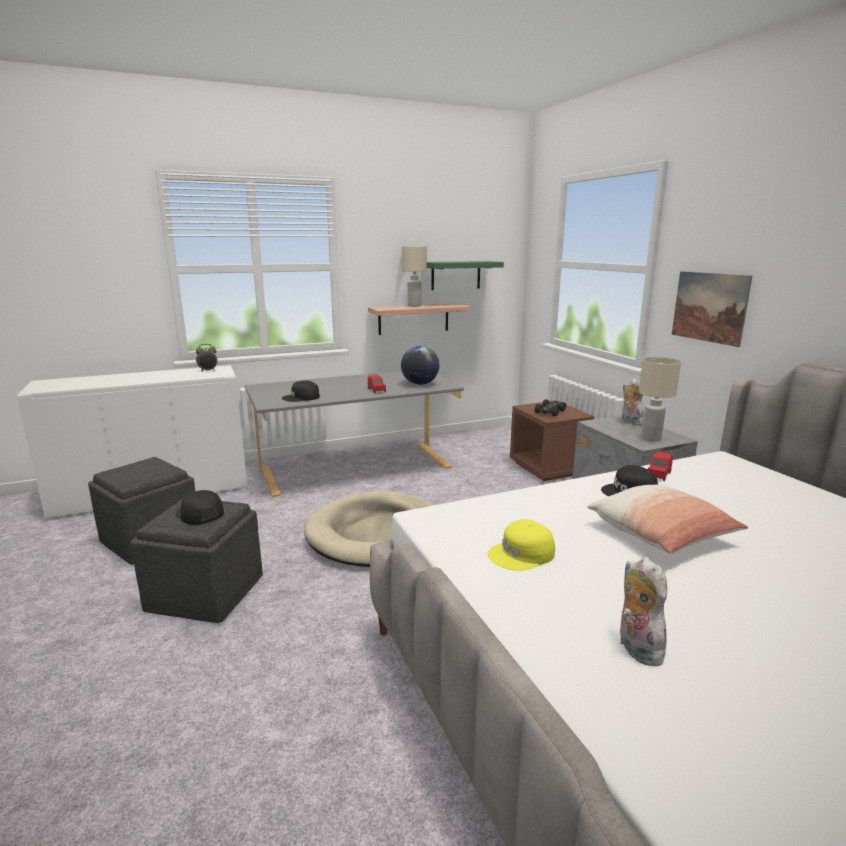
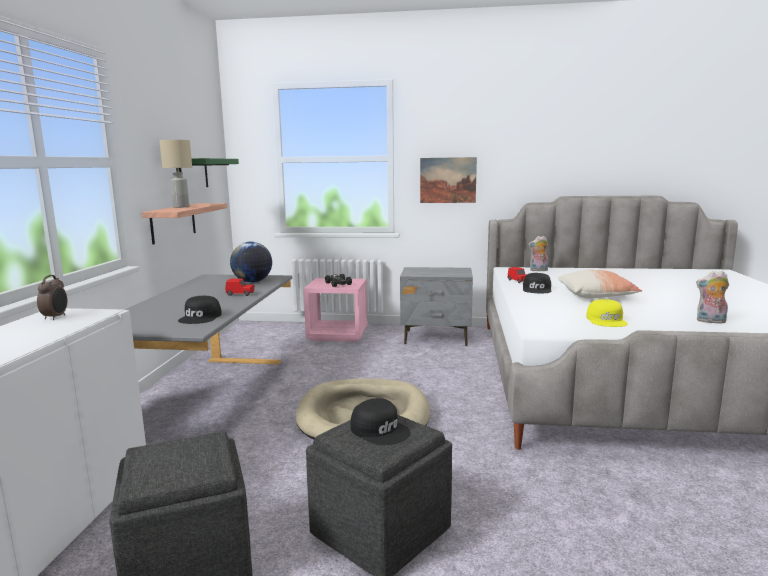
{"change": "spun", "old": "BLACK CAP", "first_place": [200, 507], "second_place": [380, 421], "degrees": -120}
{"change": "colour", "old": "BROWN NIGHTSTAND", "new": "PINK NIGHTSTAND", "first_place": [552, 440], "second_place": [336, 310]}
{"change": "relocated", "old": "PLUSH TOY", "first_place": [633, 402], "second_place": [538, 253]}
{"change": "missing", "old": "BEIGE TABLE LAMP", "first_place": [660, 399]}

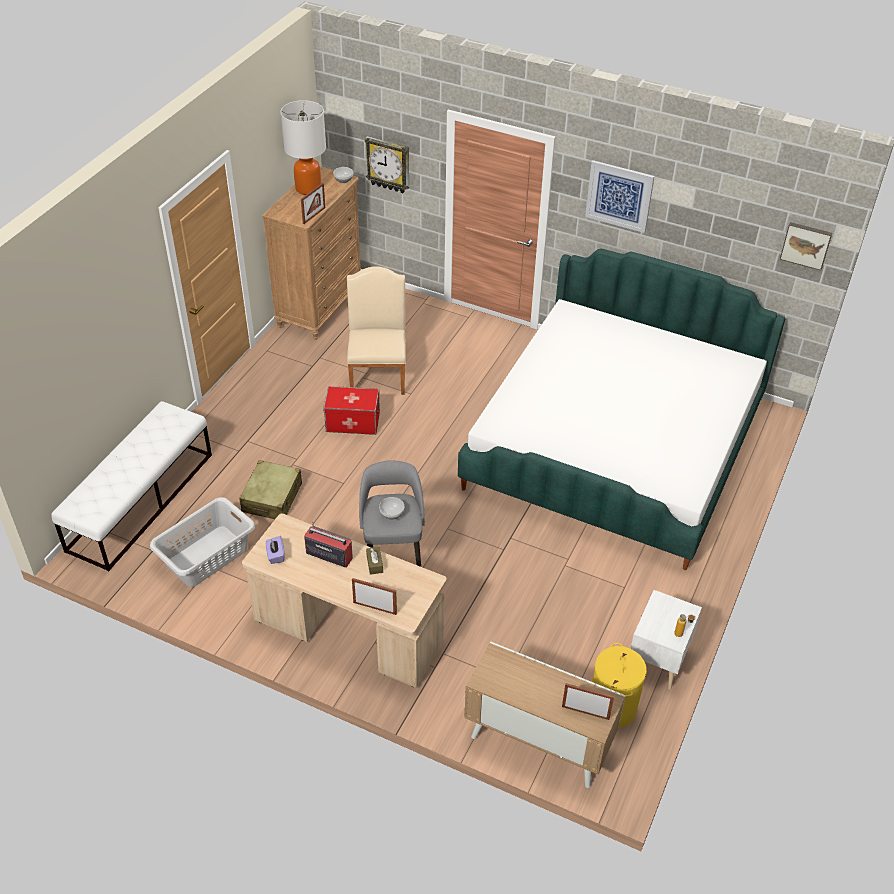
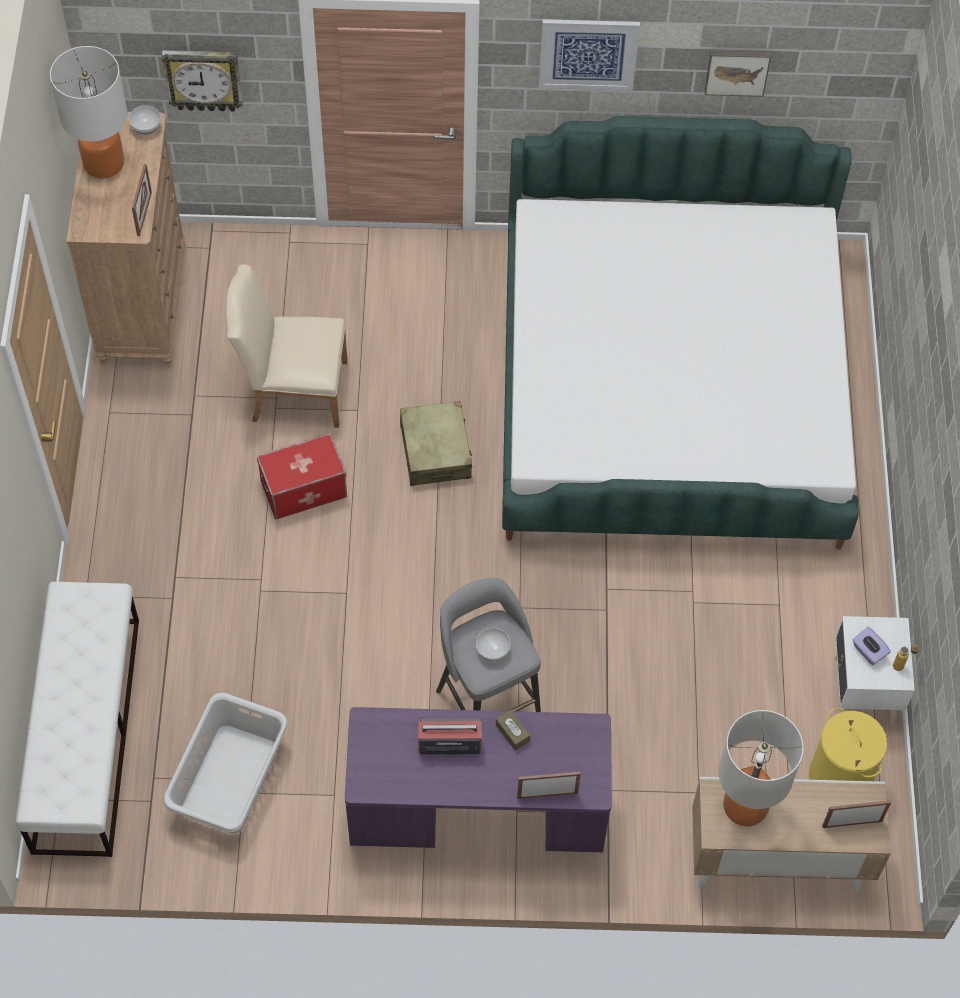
{"change": "relocated", "old": "BEIGE SUITCASE", "first_place": [270, 489], "second_place": [436, 443]}
{"change": "colour", "old": "BEIGE DESK", "new": "PURPLE DESK", "first_place": [344, 600], "second_place": [478, 779]}
{"change": "relocated", "old": "PURPLE TISSUE BOX", "first_place": [275, 550], "second_place": [872, 646]}
{"change": "spun", "old": "BEIGE CHAIR", "first_place": [376, 330], "second_place": [287, 346], "degrees": -60}
{"change": "relocated", "old": "PICTURE", "first_place": [806, 246], "second_place": [738, 73]}
{"change": "appeared", "new": "TABLE LAMP", "second_place": [761, 768]}

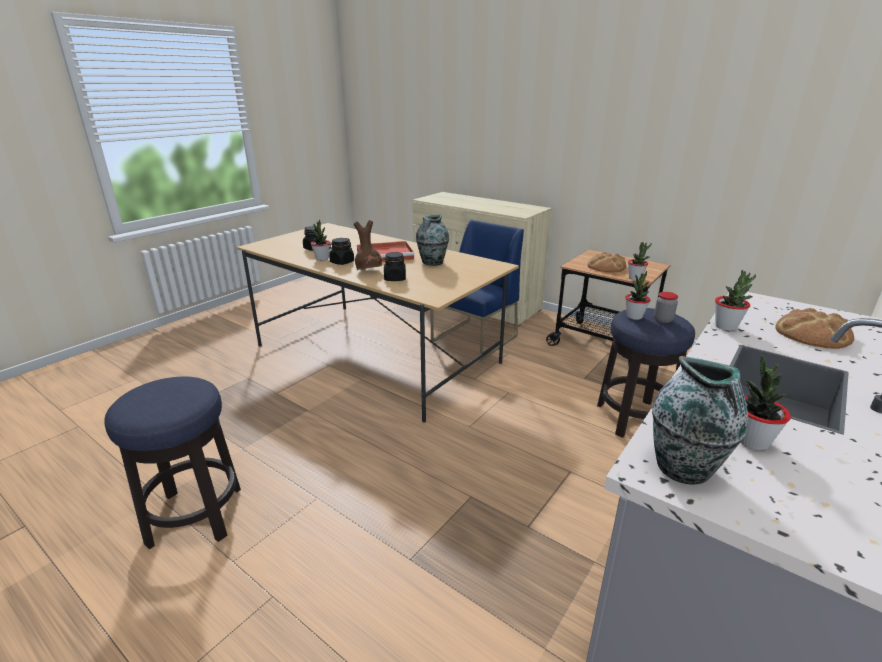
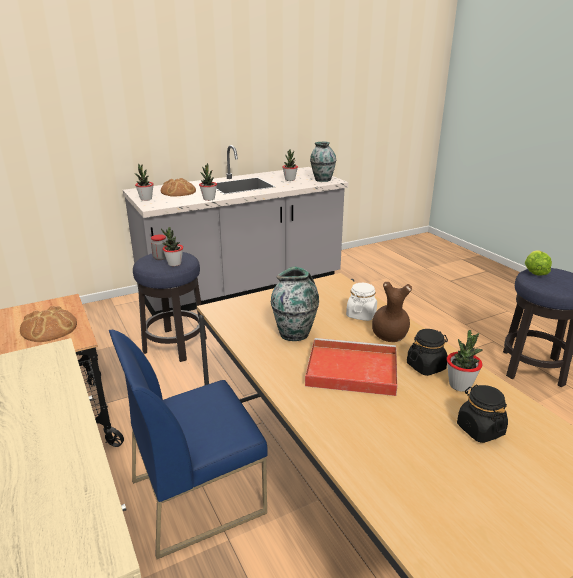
{"change": "colour", "old": "BLACK JAR", "new": "WHITE JAR", "first_place": [395, 266], "second_place": [361, 302]}
{"change": "relocated", "old": "POTTED PLANT", "first_place": [640, 261], "second_place": [144, 182]}
{"change": "appeared", "new": "LETTUCE", "second_place": [538, 263]}

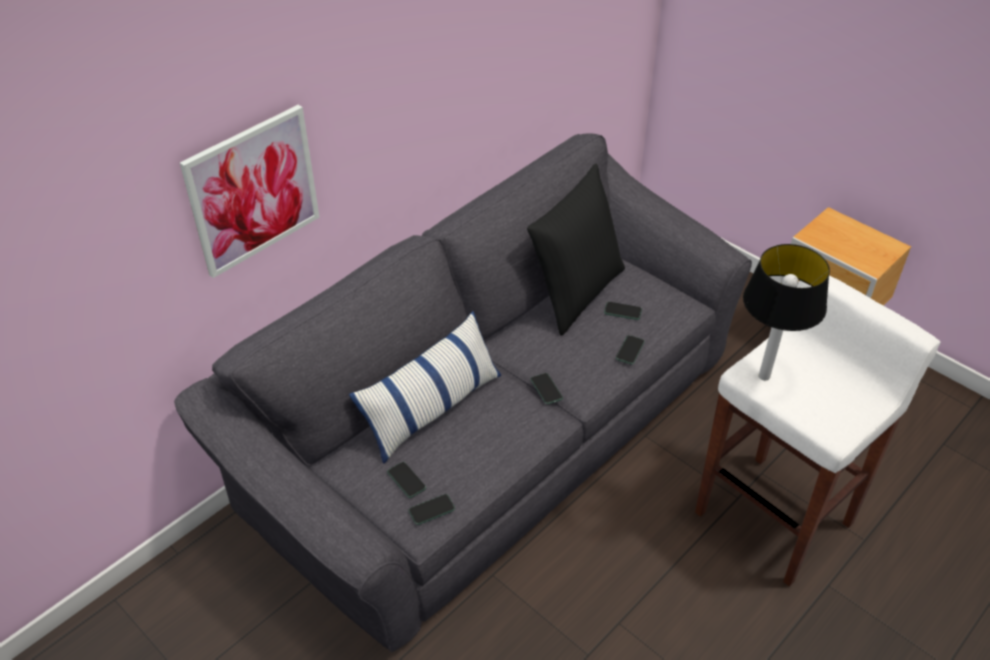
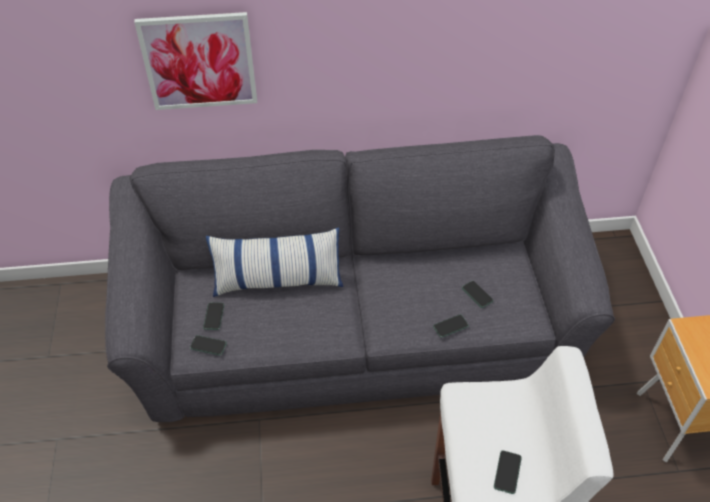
{"change": "missing", "old": "BLACK PILLOW", "first_place": [576, 249]}
{"change": "relocated", "old": "PHONE", "first_place": [547, 388], "second_place": [508, 472]}
{"change": "missing", "old": "TABLE LAMP", "first_place": [786, 312]}

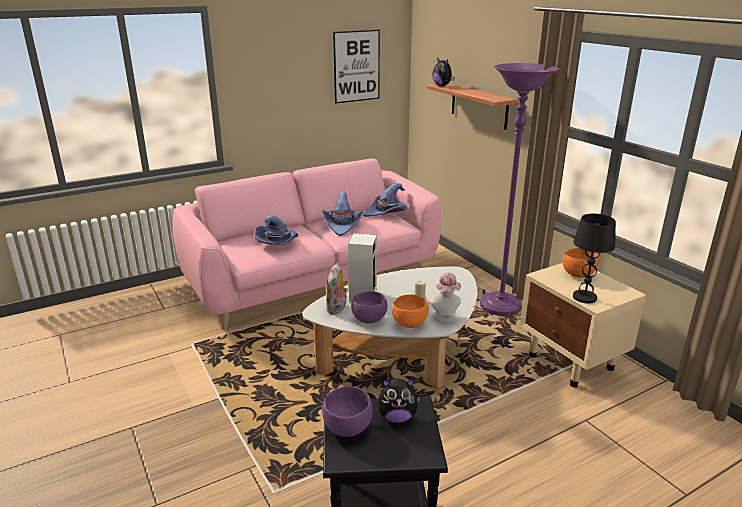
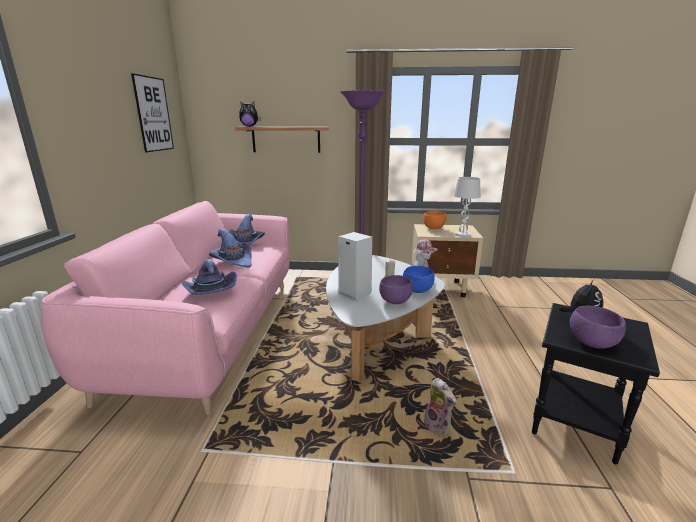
{"change": "relocated", "old": "PLUSH TOY", "first_place": [337, 289], "second_place": [440, 407]}
{"change": "colour", "old": "ORANGE BOWL", "new": "BLUE BOWL", "first_place": [410, 311], "second_place": [419, 279]}
{"change": "colour", "old": "BLACK TABLE LAMP", "new": "WHITE TABLE LAMP", "first_place": [594, 259], "second_place": [467, 207]}

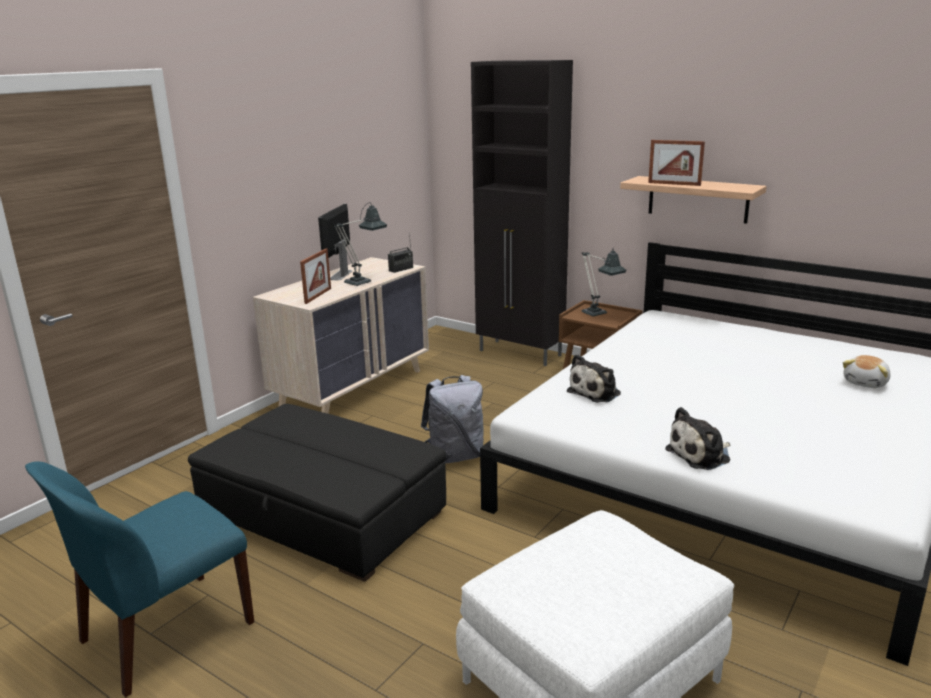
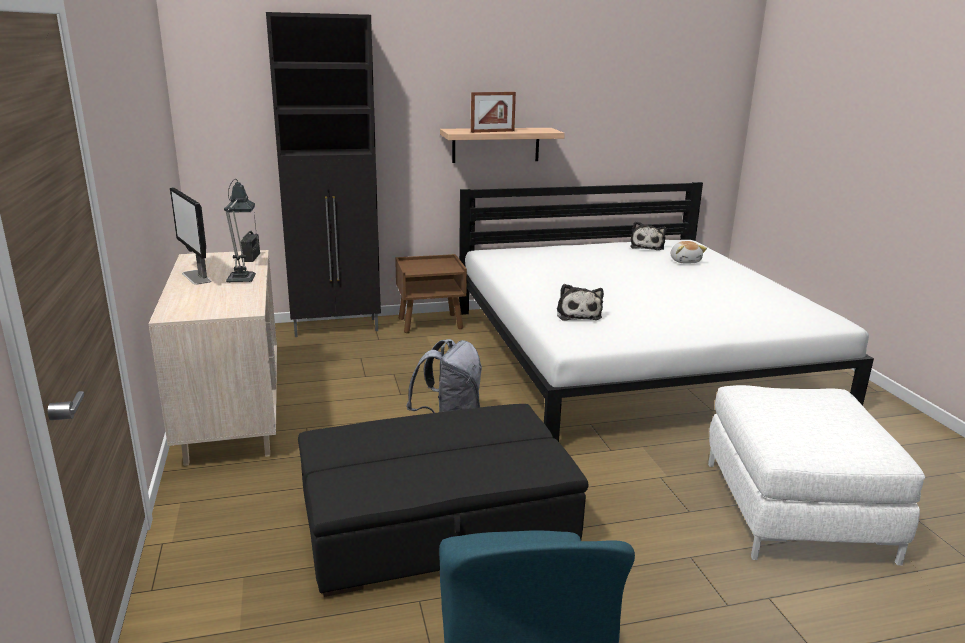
{"change": "missing", "old": "PICTURE FRAME", "first_place": [315, 276]}
{"change": "missing", "old": "TABLE LAMP", "first_place": [603, 282]}
{"change": "relocated", "old": "PLUSH TOY", "first_place": [698, 438], "second_place": [648, 235]}

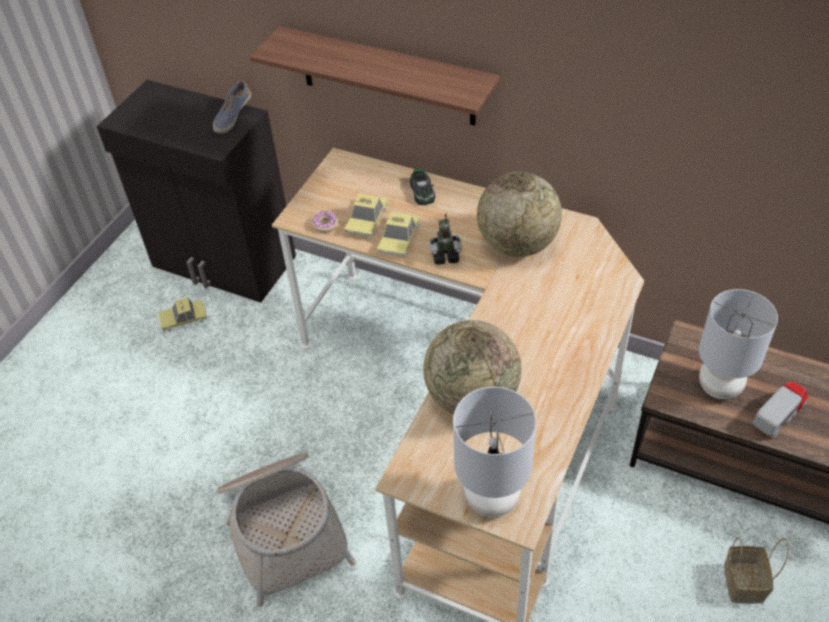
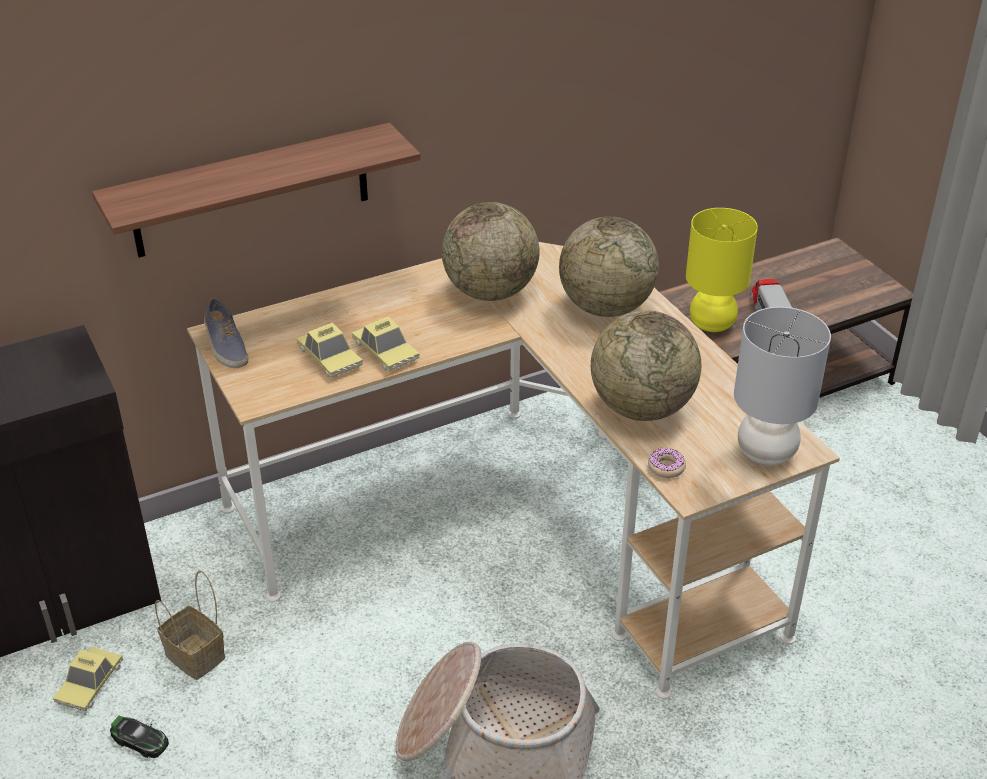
{"change": "relocated", "old": "SHOE", "first_place": [232, 106], "second_place": [226, 332]}
{"change": "relocated", "old": "DONUT", "first_place": [325, 222], "second_place": [667, 463]}
{"change": "relocated", "old": "TOY CAR", "first_place": [422, 187], "second_place": [139, 737]}
{"change": "missing", "old": "TOY ROBOT", "first_place": [445, 239]}
{"change": "colour", "old": "GREY TABLE LAMP", "new": "YELLOW TABLE LAMP", "first_place": [738, 344], "second_place": [722, 270]}
{"change": "relocated", "old": "BASKET", "first_place": [756, 570], "second_place": [190, 625]}
{"change": "appeared", "new": "GLOBE", "second_place": [609, 267]}

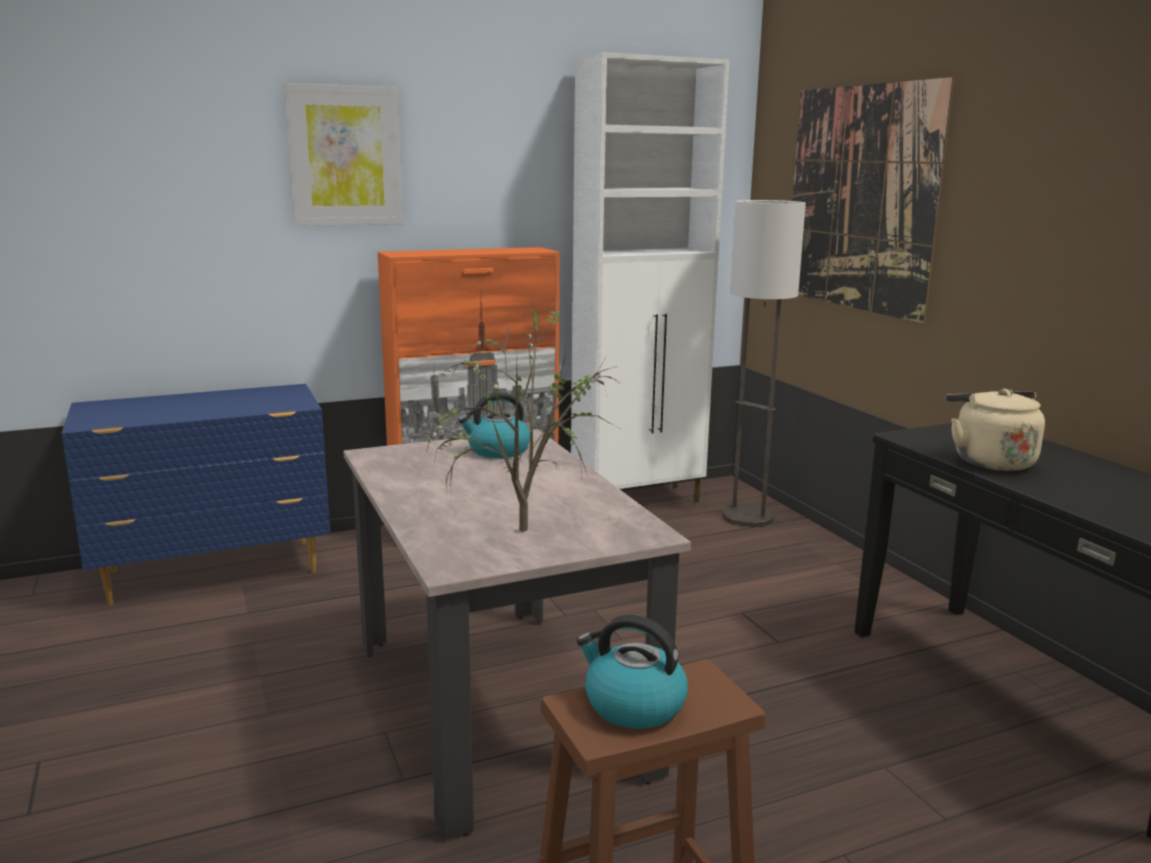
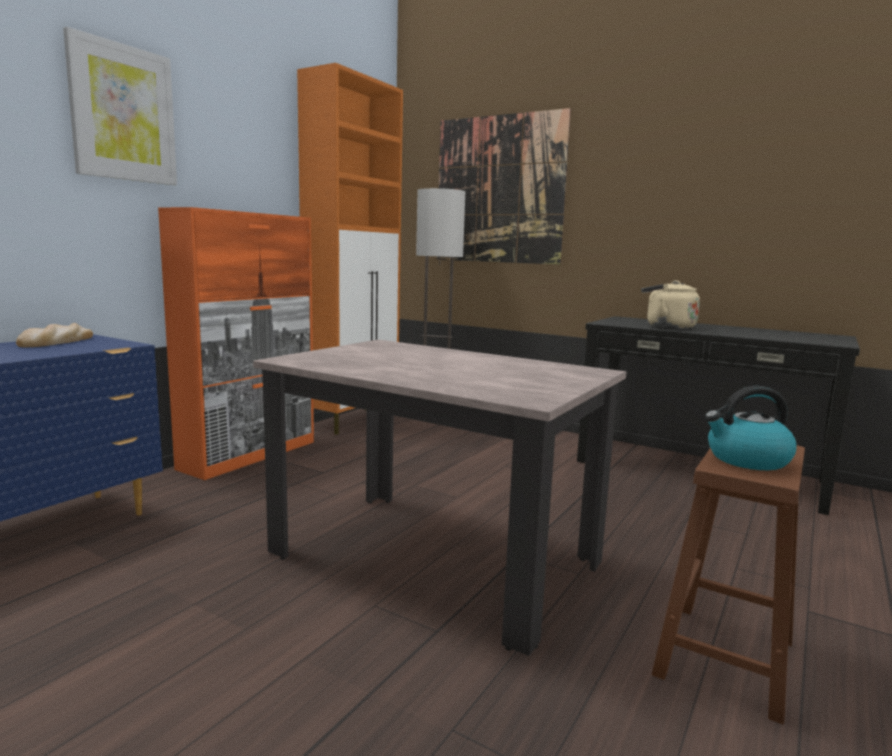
{"change": "missing", "old": "POTTED PLANT", "first_place": [522, 416]}
{"change": "missing", "old": "KETTLE", "first_place": [494, 425]}
{"change": "colour", "old": "WHITE CABINET", "new": "ORANGE CABINET", "first_place": [650, 277], "second_place": [350, 249]}
{"change": "appeared", "new": "BREAD", "second_place": [54, 335]}

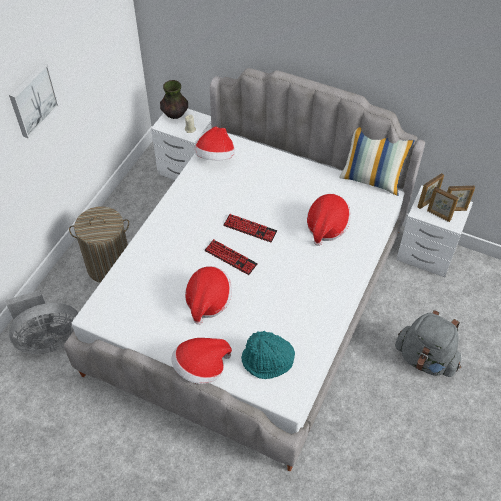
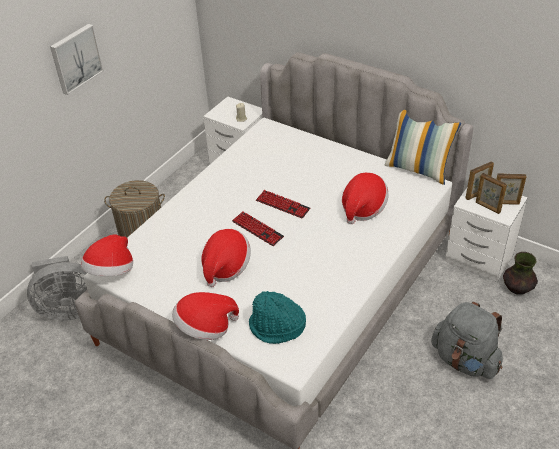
{"change": "relocated", "old": "VASE", "first_place": [174, 99], "second_place": [520, 273]}
{"change": "relocated", "old": "HAT", "first_place": [214, 143], "second_place": [107, 255]}

